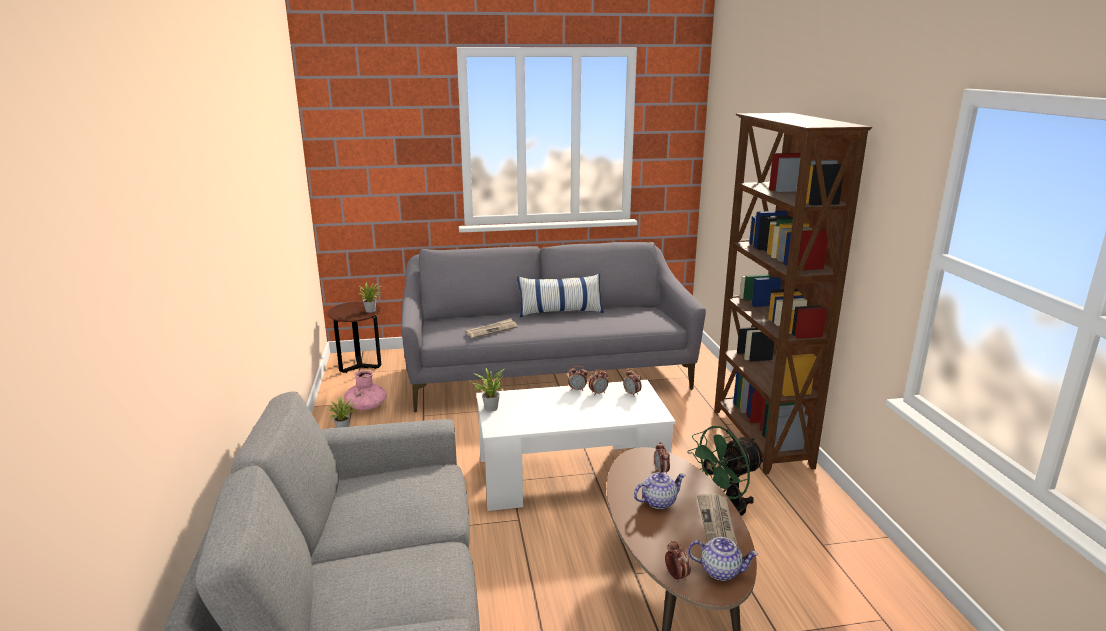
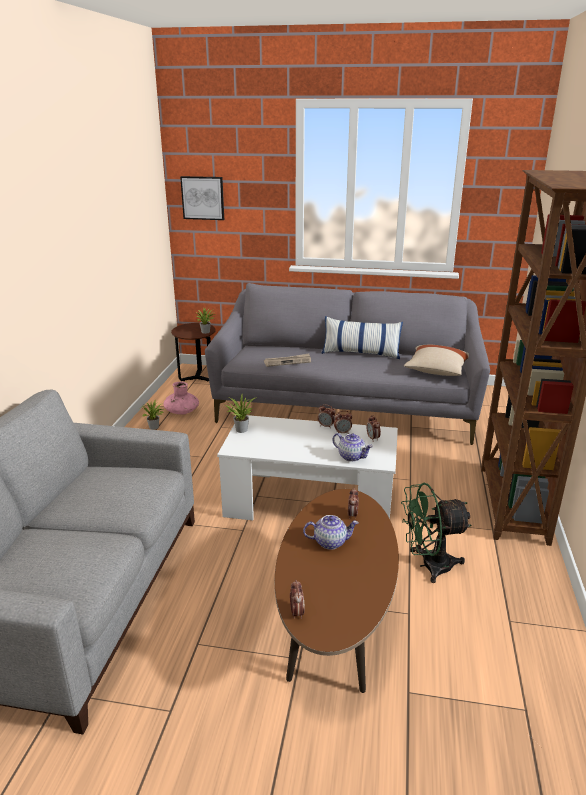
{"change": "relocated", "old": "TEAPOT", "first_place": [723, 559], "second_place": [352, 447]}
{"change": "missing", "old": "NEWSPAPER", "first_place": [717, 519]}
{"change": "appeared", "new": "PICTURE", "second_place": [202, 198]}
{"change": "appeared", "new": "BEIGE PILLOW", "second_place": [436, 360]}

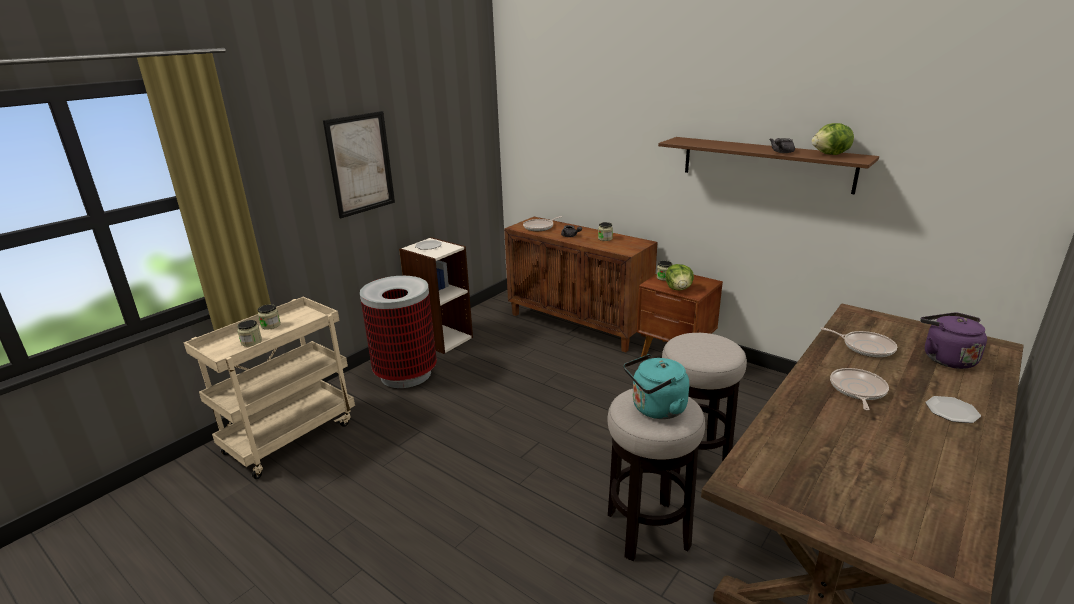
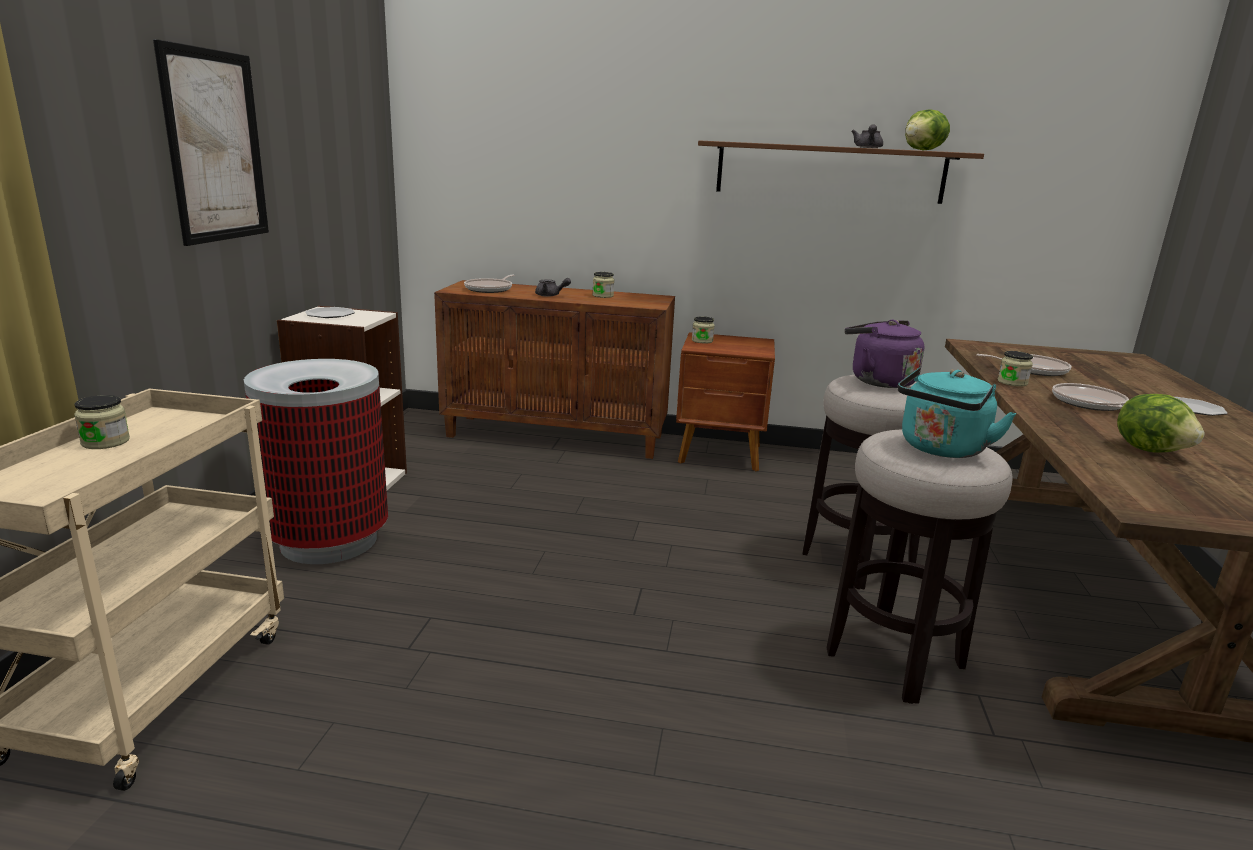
{"change": "relocated", "old": "JAR", "first_place": [249, 333], "second_place": [1015, 369]}
{"change": "relocated", "old": "LETTUCE", "first_place": [680, 277], "second_place": [1161, 423]}
{"change": "relocated", "old": "PURPLE KETTLE", "first_place": [953, 341], "second_place": [884, 354]}

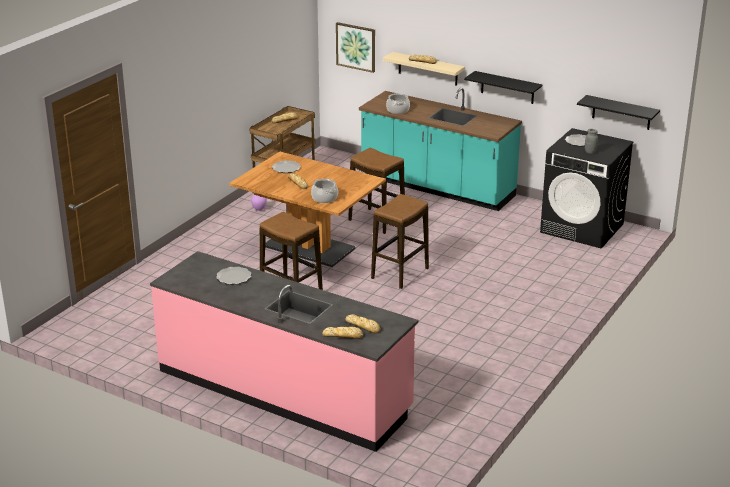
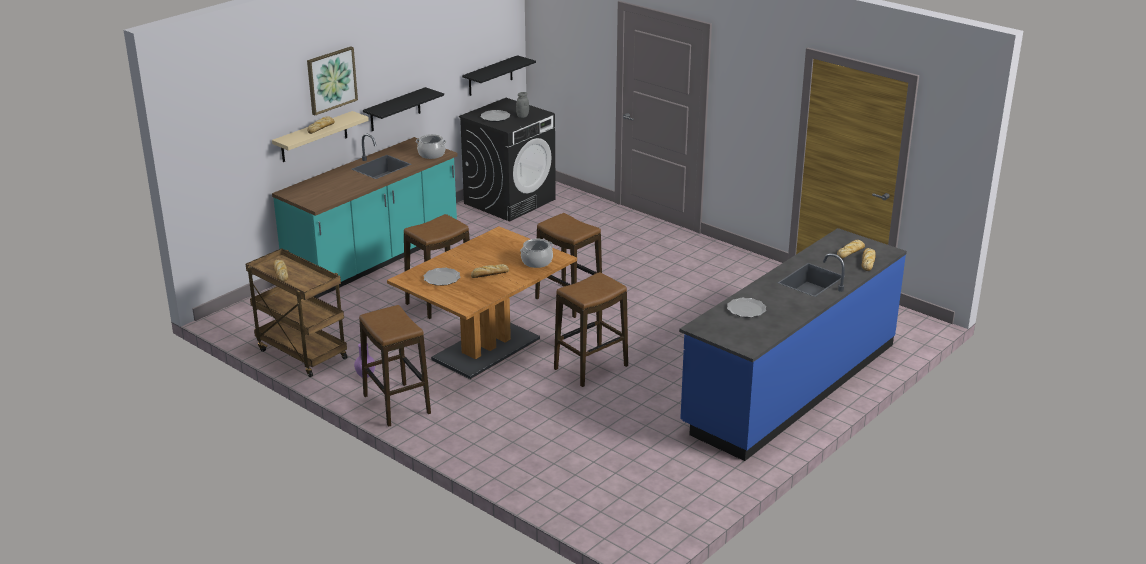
{"change": "colour", "old": "PINK COUNTER", "new": "BLUE COUNTER", "first_place": [284, 351], "second_place": [793, 344]}
{"change": "relocated", "old": "PICTURE", "first_place": [355, 47], "second_place": [332, 80]}
{"change": "relocated", "old": "COOKING POT", "first_place": [398, 103], "second_place": [431, 146]}
{"change": "appeared", "new": "STOOL", "second_place": [395, 366]}

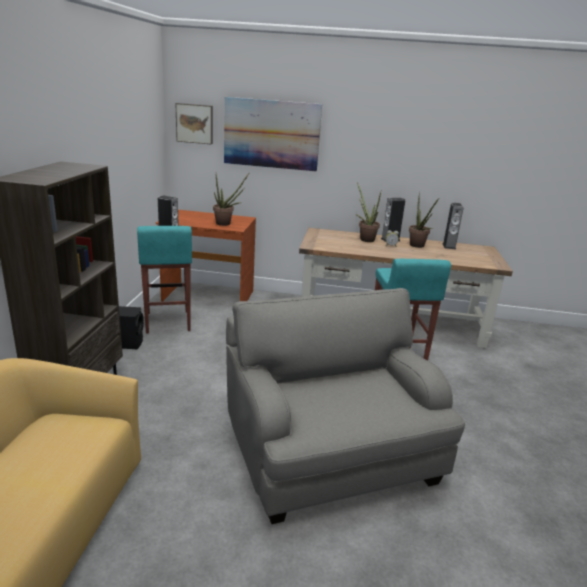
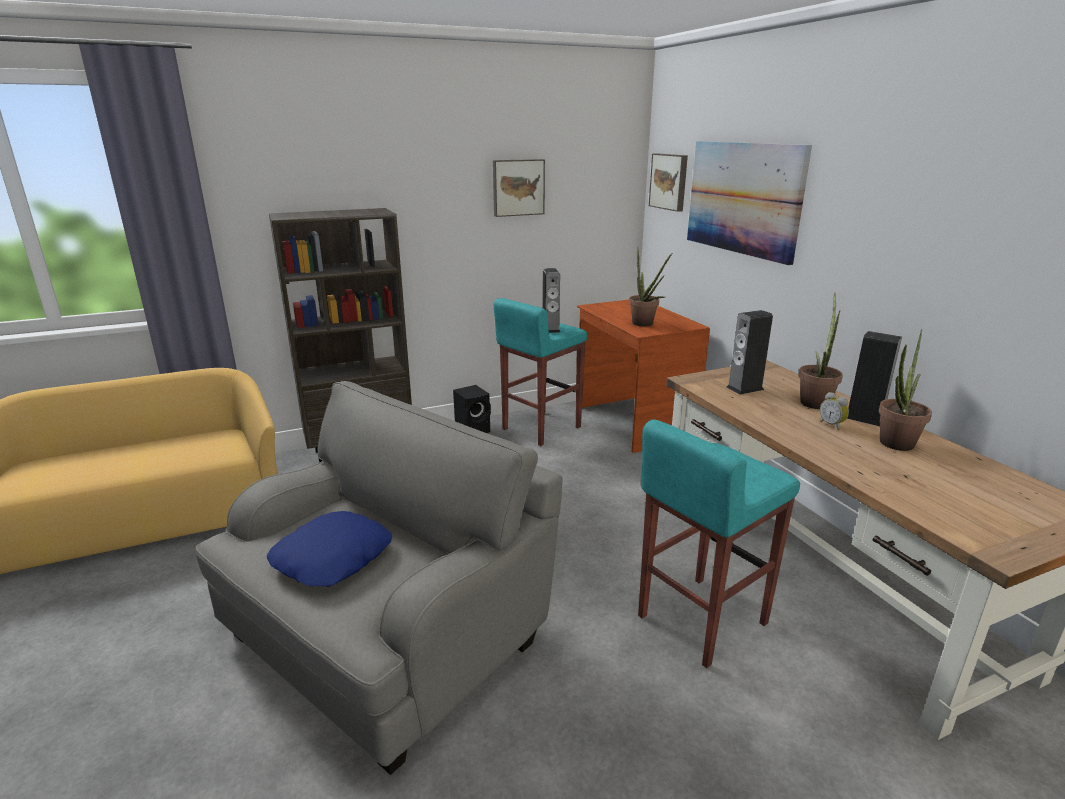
{"change": "relocated", "old": "SPEAKER", "first_place": [453, 226], "second_place": [749, 352]}
{"change": "appeared", "new": "BLUE PILLOW", "second_place": [329, 549]}
{"change": "appeared", "new": "PICTURE", "second_place": [519, 188]}

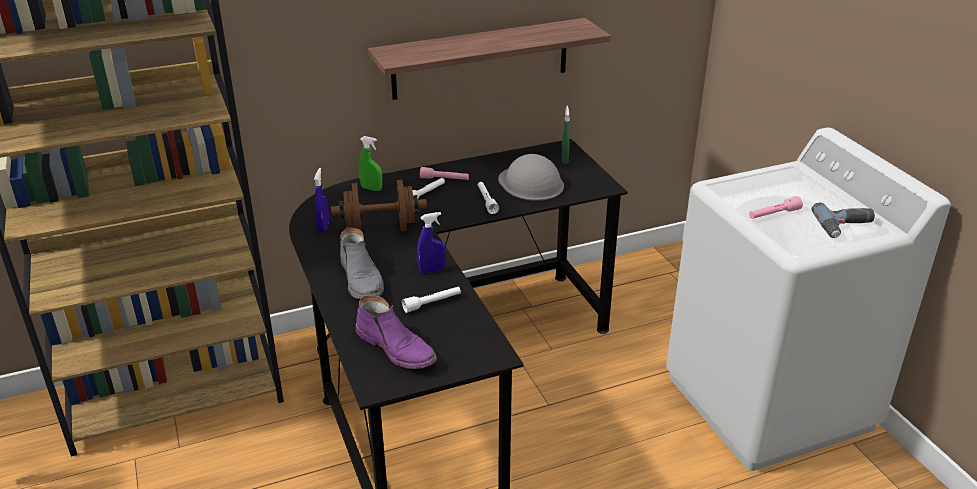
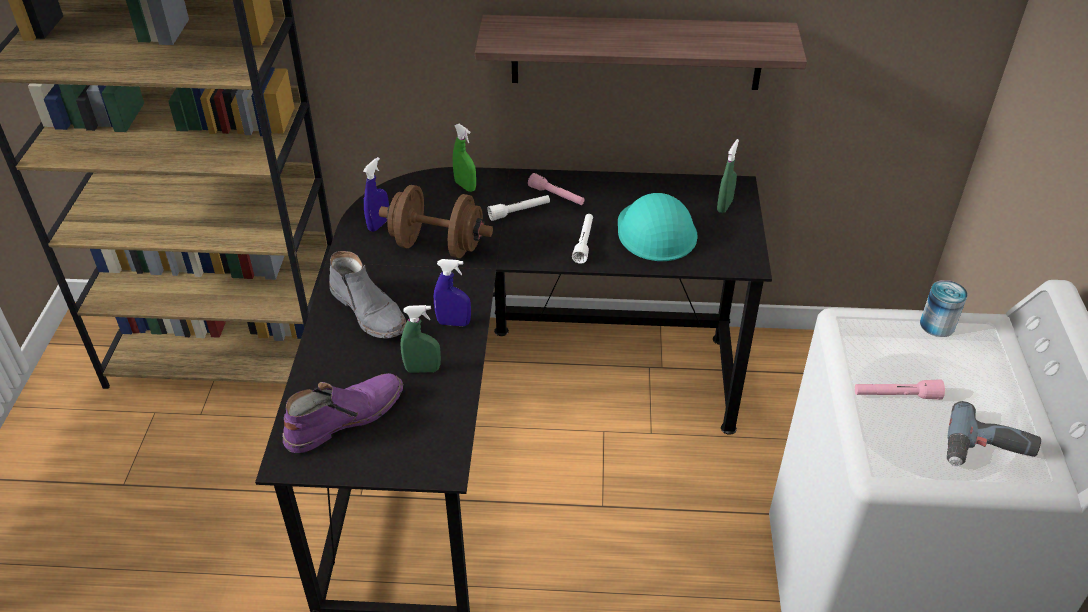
{"change": "spun", "old": "GREY BOOT", "first_place": [362, 263], "second_place": [367, 295], "degrees": -45}
{"change": "spun", "old": "PURPLE BOOT", "first_place": [396, 332], "second_place": [342, 413], "degrees": -105}
{"change": "exchanged", "old": "WHITE FLASHLIGHT", "new": "GREEN SPRAY BOTTLE", "first_place": [431, 299], "second_place": [420, 339]}
{"change": "colour", "old": "GREY HARD HAT", "new": "TURQUOISE HARD HAT", "first_place": [531, 177], "second_place": [658, 227]}
{"change": "appeared", "new": "CAN", "second_place": [944, 308]}

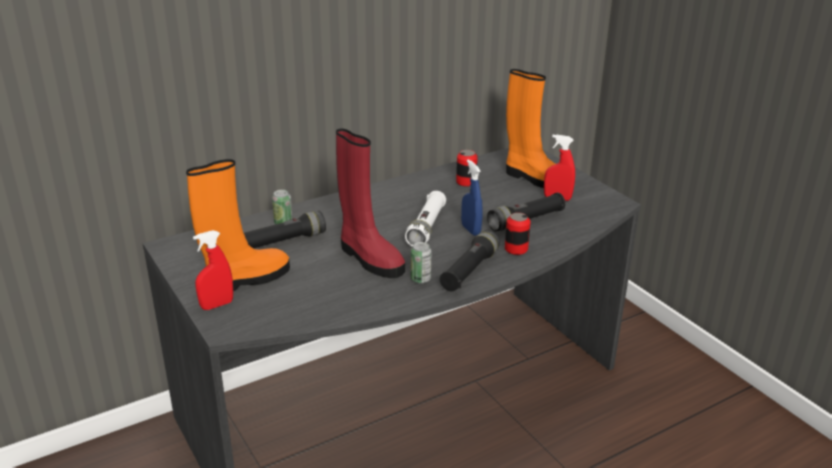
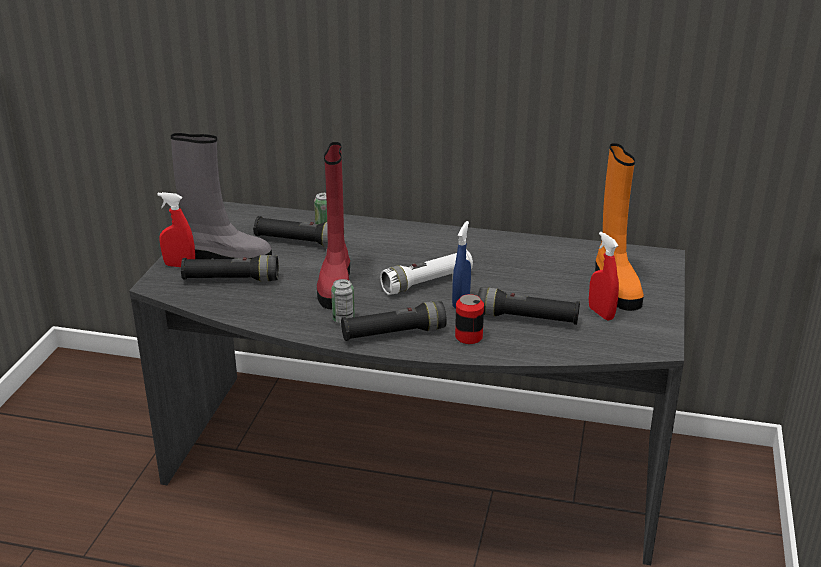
{"change": "colour", "old": "ORANGE BOOT", "new": "GREY BOOT", "first_place": [238, 225], "second_place": [221, 196]}
{"change": "missing", "old": "CAN", "first_place": [467, 168]}
{"change": "appeared", "new": "BLACK FLASHLIGHT", "second_place": [230, 268]}

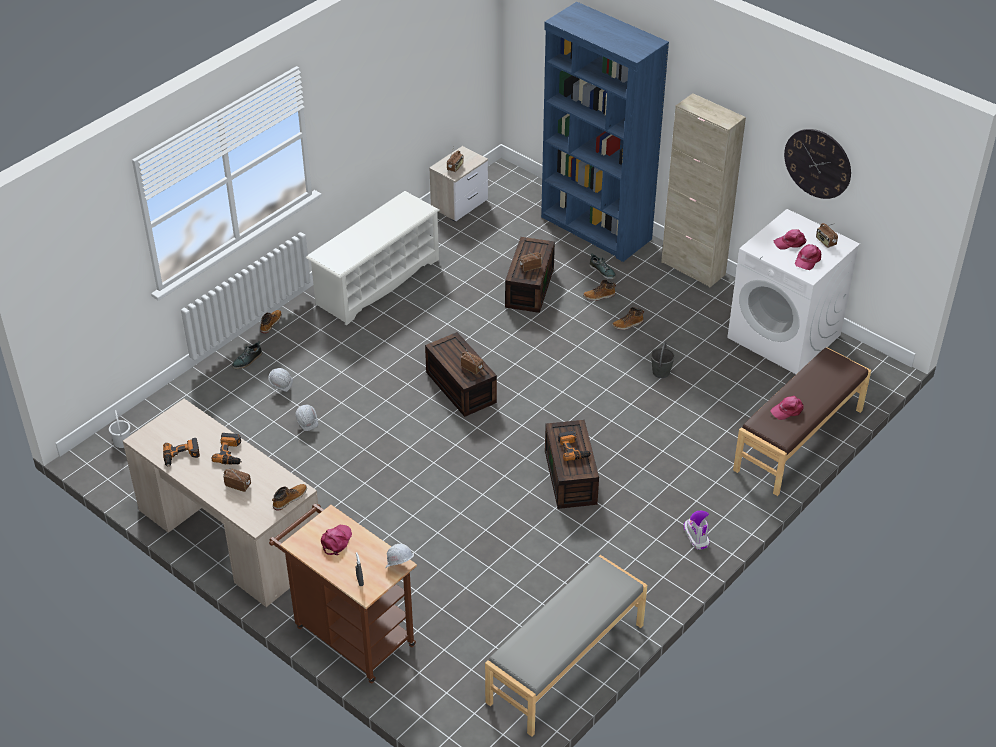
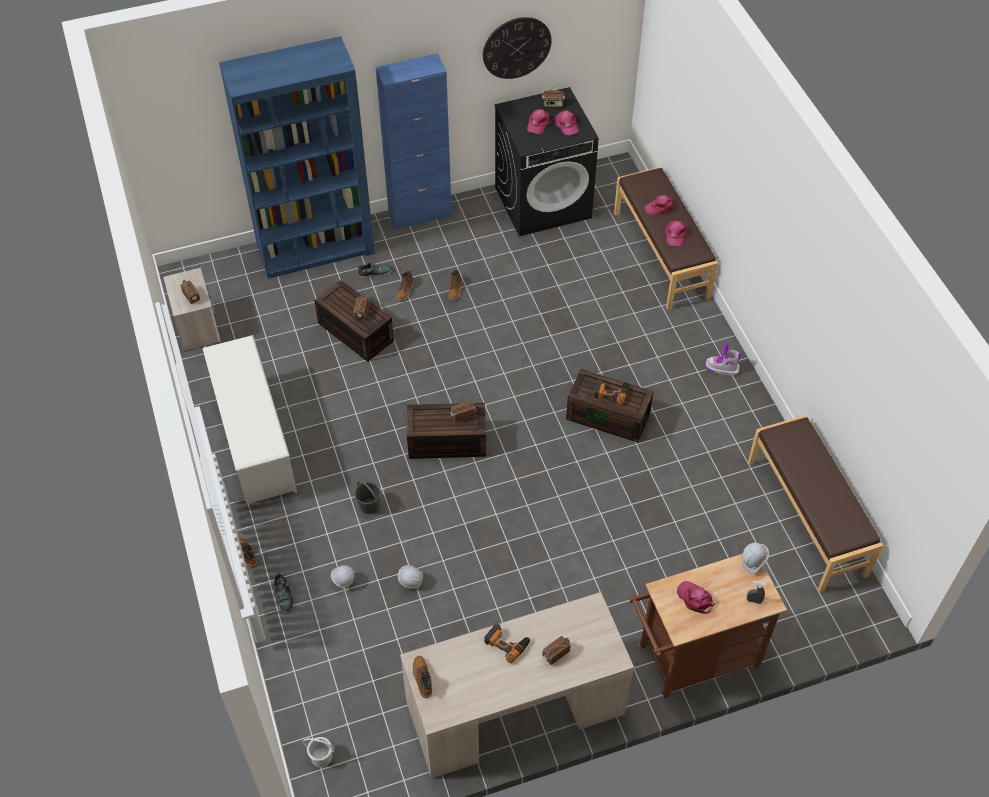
{"change": "missing", "old": "POWER DRILL", "first_place": [181, 452]}
{"change": "relocated", "old": "BOOT", "first_place": [289, 497], "second_place": [422, 677]}
{"change": "colour", "old": "GREY BENCH", "new": "BROWN BENCH", "first_place": [566, 646], "second_place": [815, 503]}
{"change": "relocated", "old": "GREY BUCKET", "first_place": [663, 360], "second_place": [367, 497]}
{"change": "colour", "old": "BEIGE CABINET", "new": "BLUE CABINET", "first_place": [703, 190], "second_place": [413, 141]}
{"change": "colour", "old": "WHITE WASHING MACHINE", "new": "BLACK WASHING MACHINE", "first_place": [793, 291], "second_place": [546, 161]}
{"change": "appeared", "new": "PINK CAP", "second_place": [659, 205]}

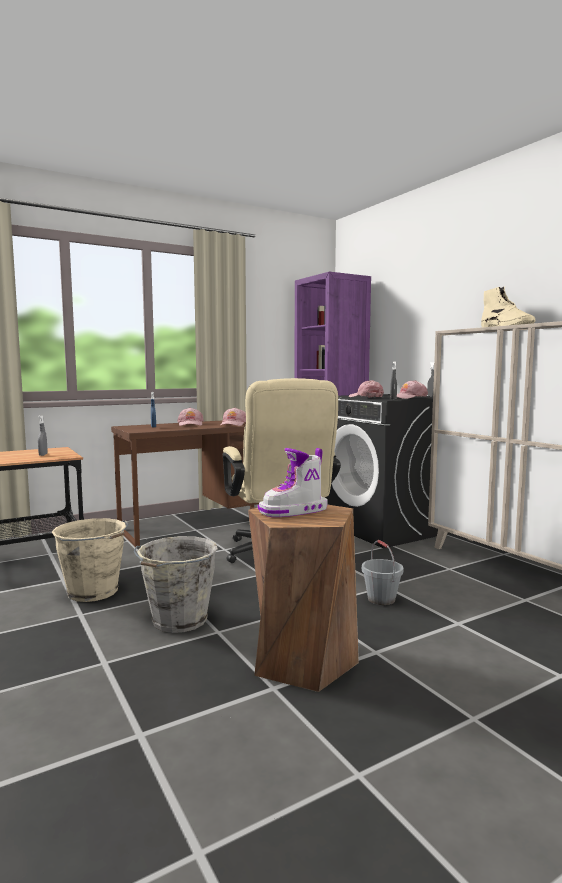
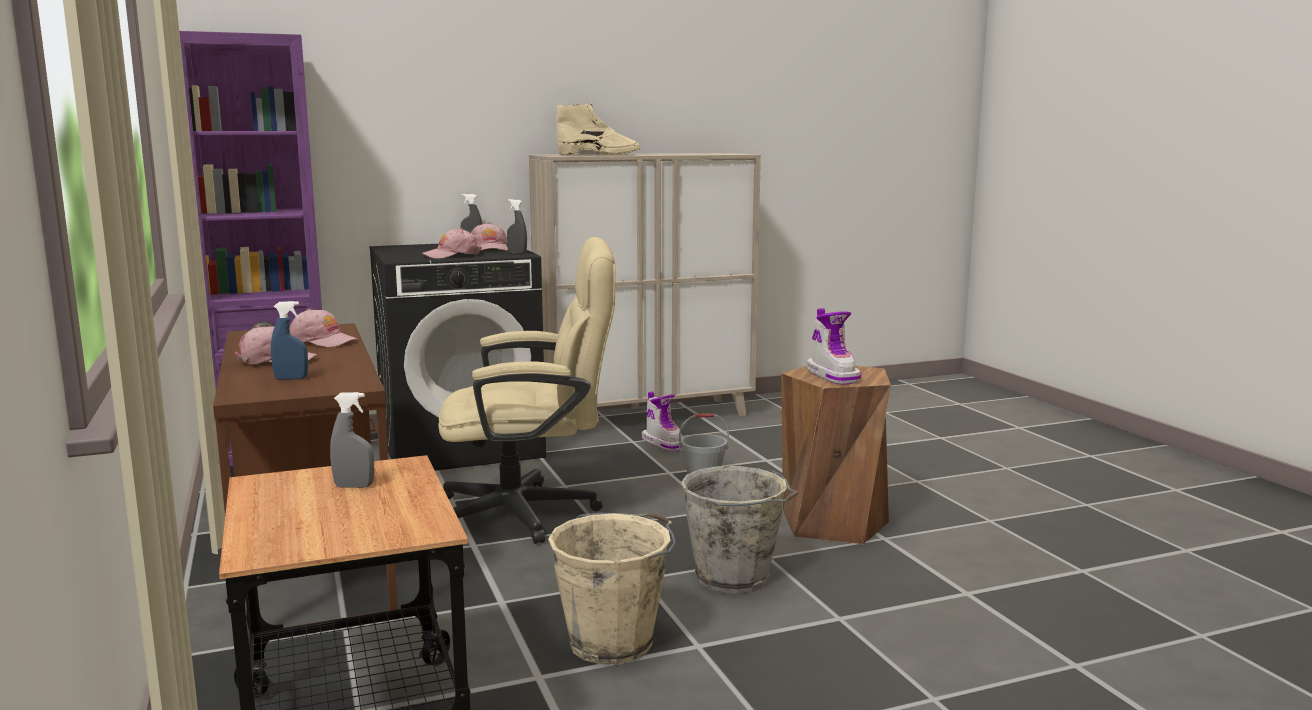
{"change": "appeared", "new": "BOOT", "second_place": [662, 421]}

